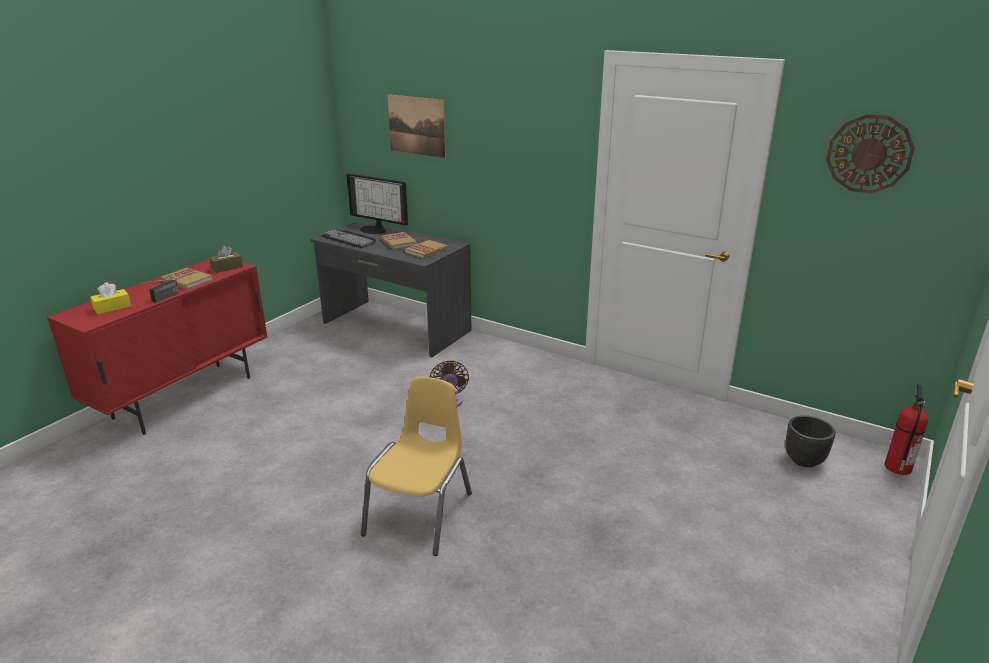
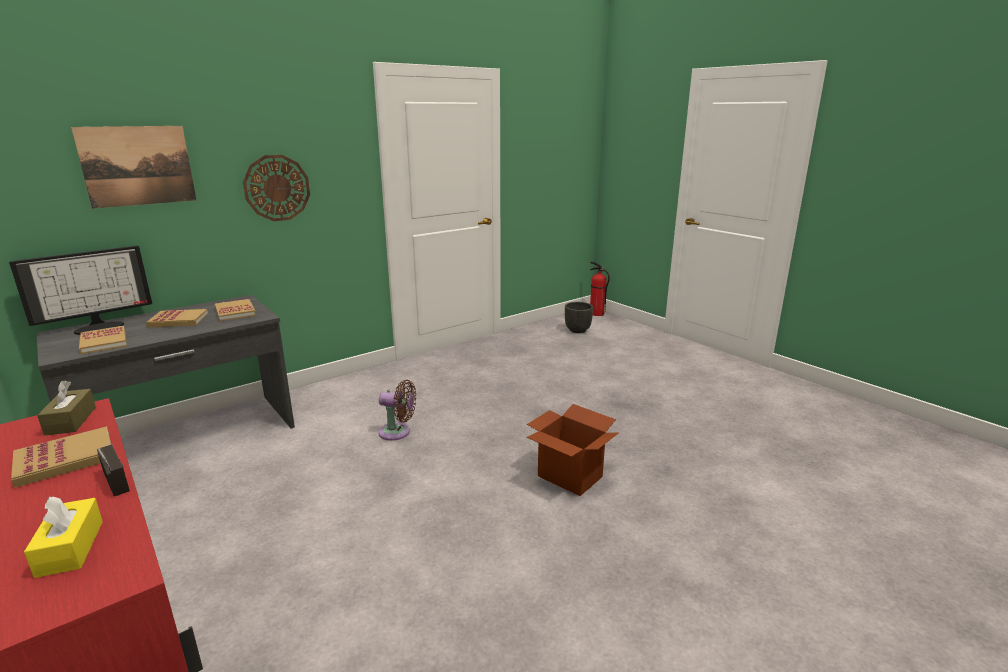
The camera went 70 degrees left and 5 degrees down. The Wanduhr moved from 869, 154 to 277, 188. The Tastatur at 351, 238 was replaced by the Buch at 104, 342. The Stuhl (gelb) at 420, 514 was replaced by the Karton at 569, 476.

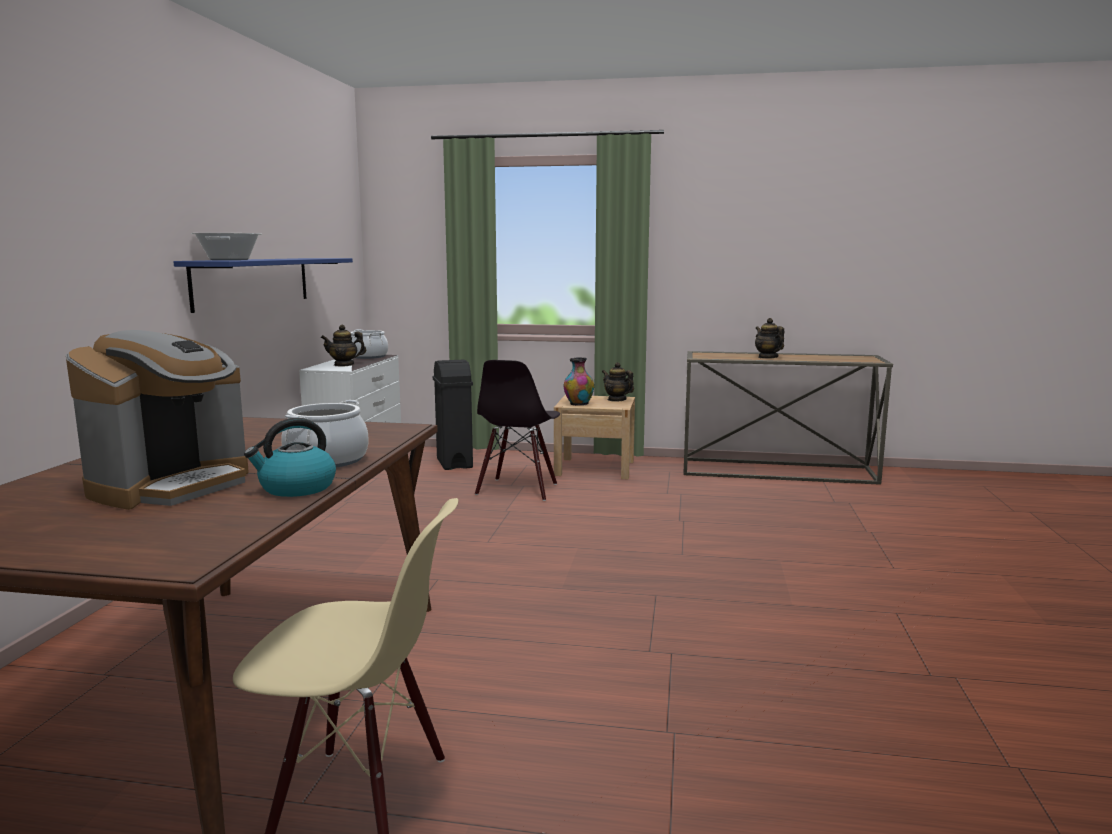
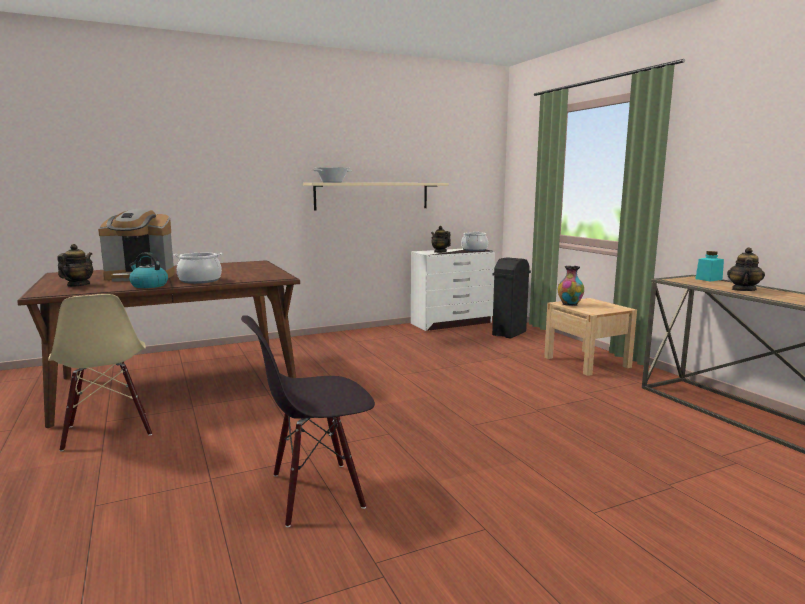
The camera went 55 degrees right and 0 degrees up. The Wandregal (blau) at 253, 282 became the Wandregal (beige) at 372, 196. The Stuhl (schwarz) moved from 518, 489 to 316, 492. The Teekanne moved from 617, 400 to 78, 285. The Vorratsglas (türkis) at 708, 279 appeared.

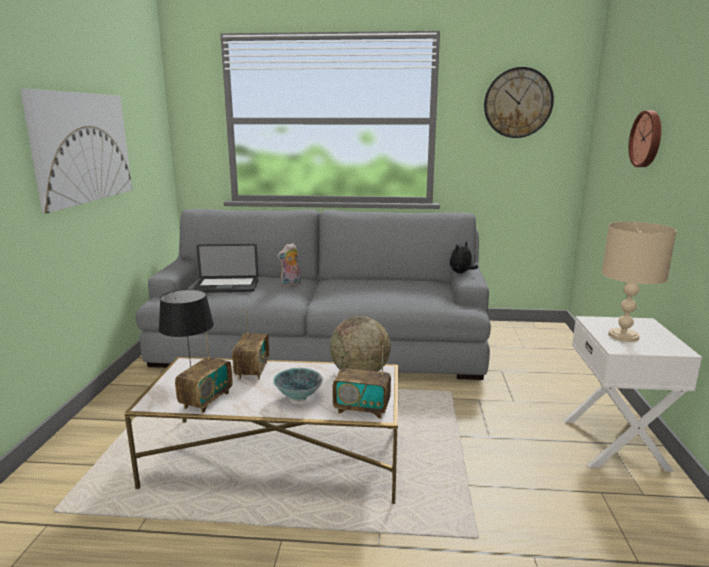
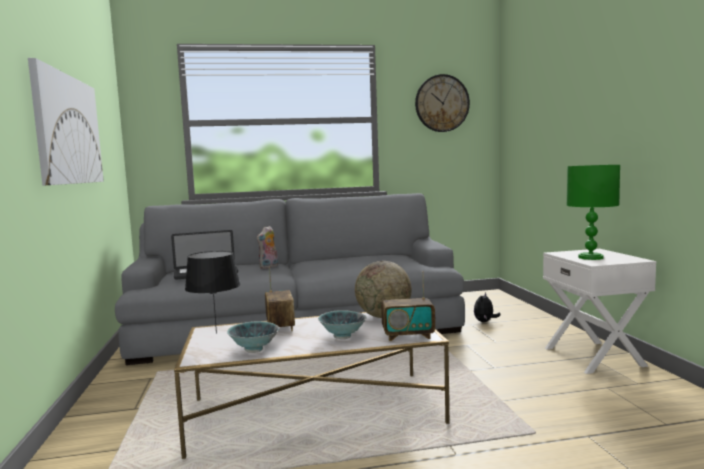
The camera went 15 degrees left and 10 degrees down. The Wanduhr at 647, 139 disappeared. The Tischlampe (beige) at 624, 336 became the Tischlampe (grün) at 591, 257. The Plüschtier moved from 461, 273 to 485, 322. The Radio at 206, 400 was replaced by the Schüssel at 254, 349.

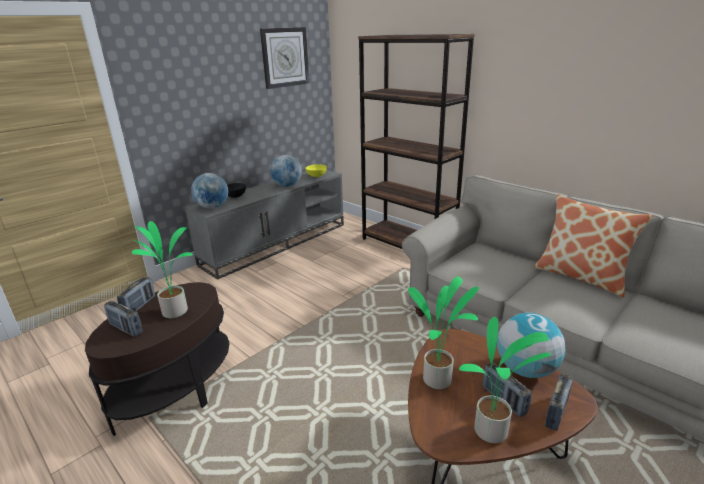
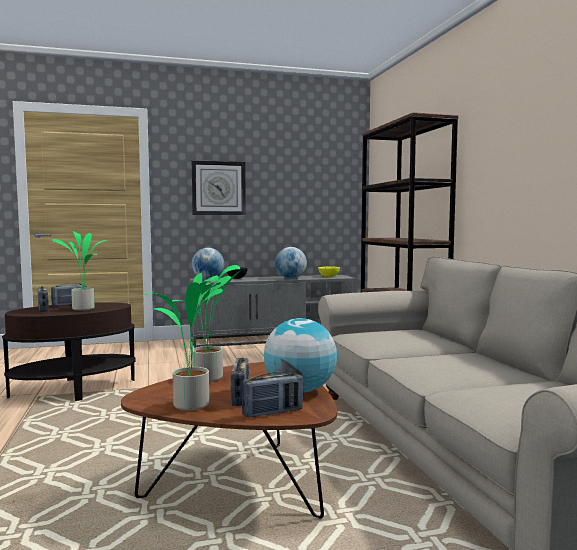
The camera went 30 degrees right and 20 degrees down. The Wanduhr moved from 285, 57 to 218, 188. The Kissen at 581, 276 disappeared.

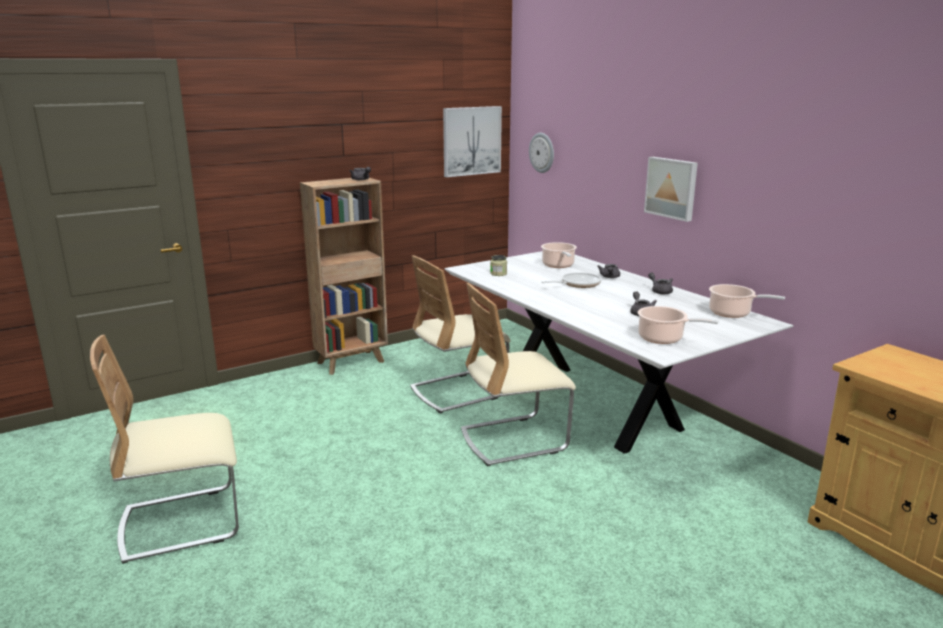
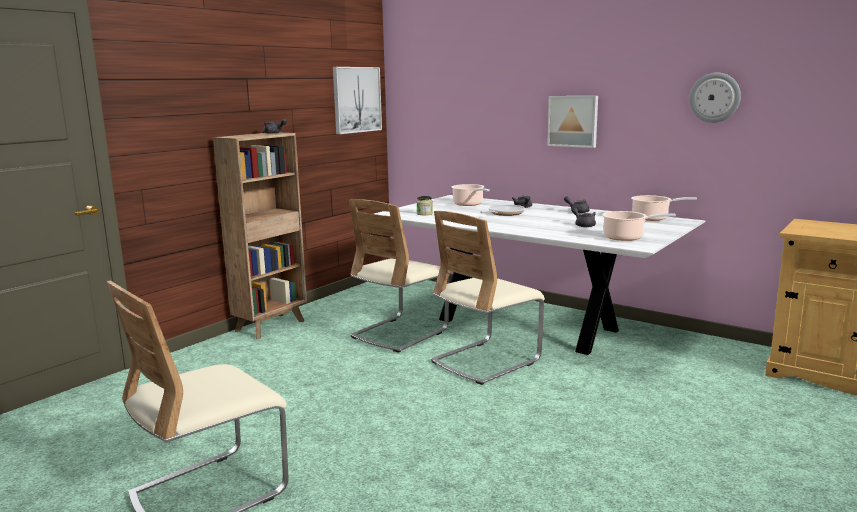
The camera went 20 degrees left and 5 degrees down. The Wanduhr moved from 542, 152 to 715, 97.

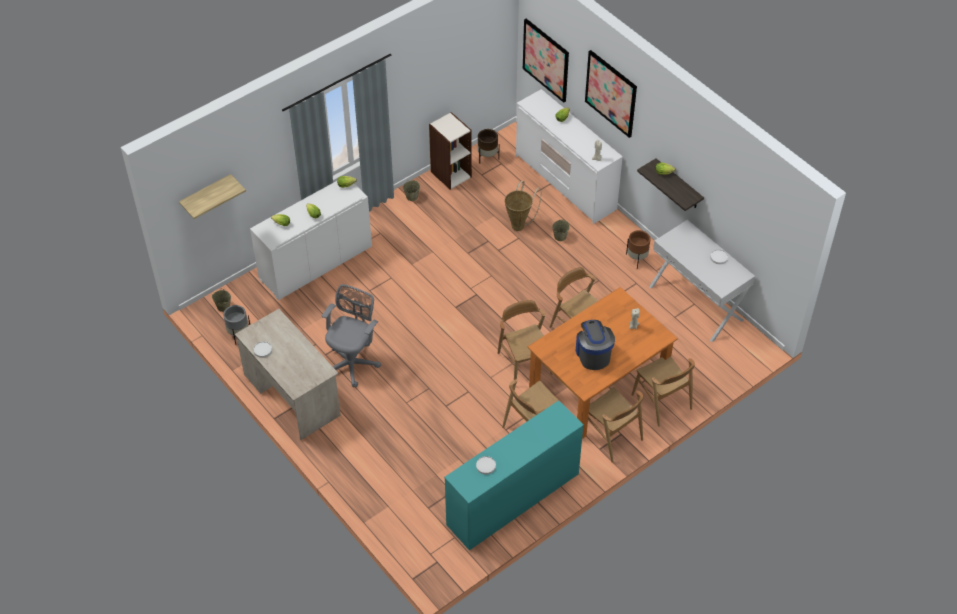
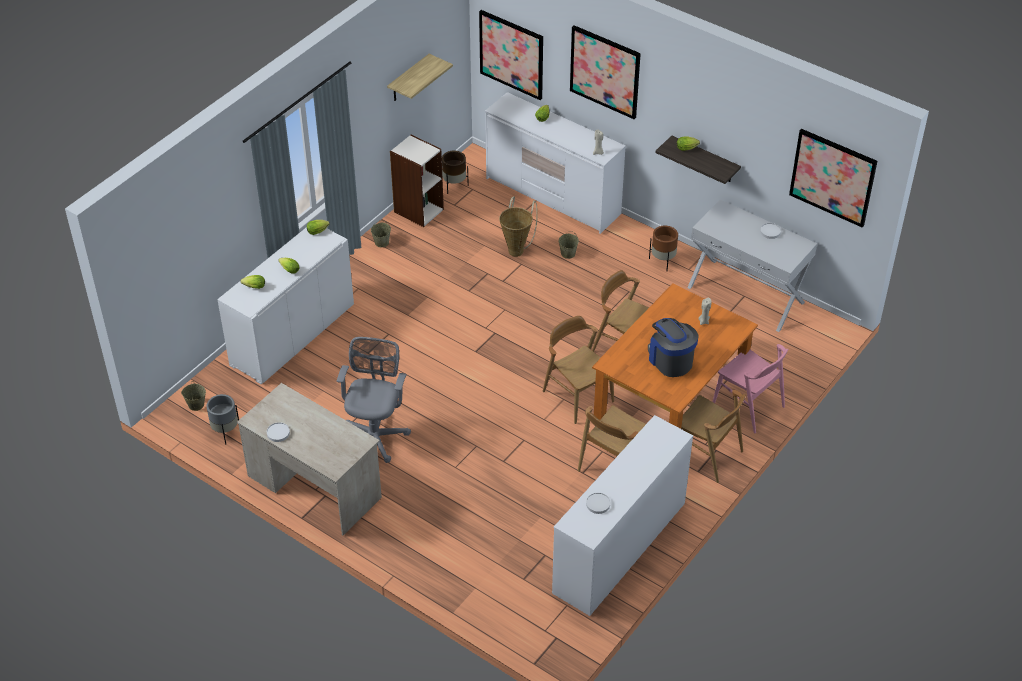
The camera went 15 degrees left and 5 degrees down. The Wandregal moved from 206, 195 to 408, 79. The Stuhl (braun) at 661, 402 became the Stuhl (rosa) at 748, 406. The Kommode (türkis) at 512, 499 became the Kommode (weiß) at 619, 548. The Bild at 833, 177 appeared.

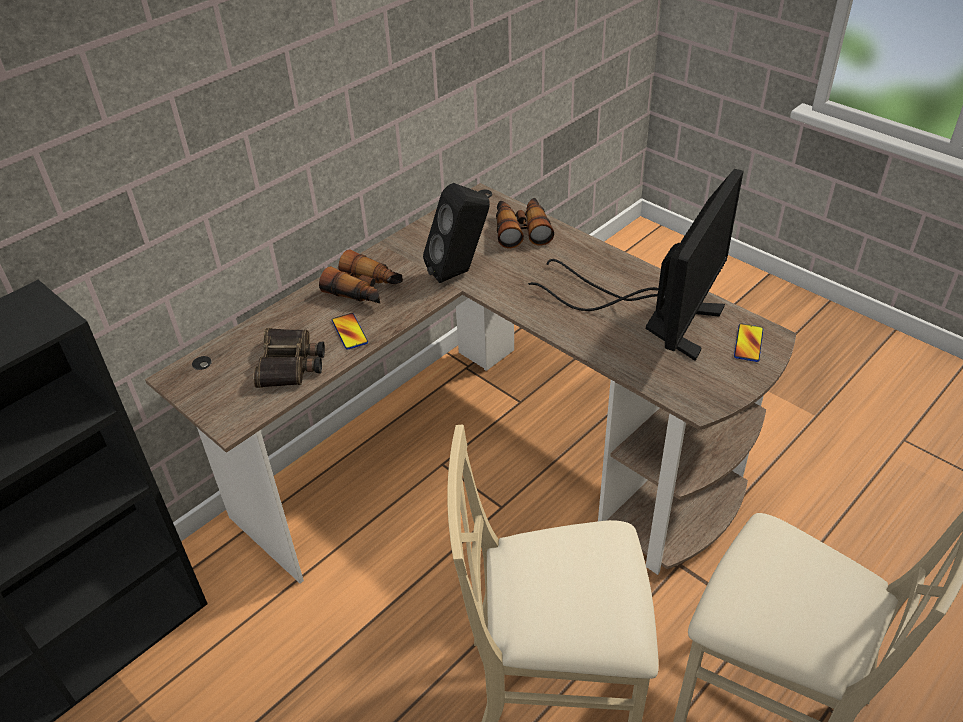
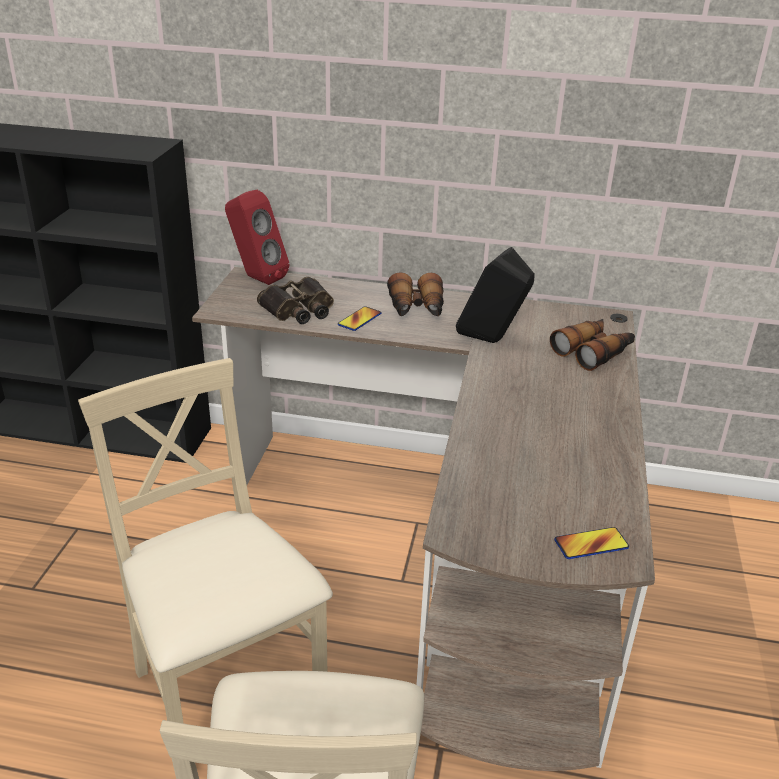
The camera went 55 degrees right and 10 degrees down. The Monitor at 656, 316 disappeared. The Lautsprecher (rot) at 256, 278 appeared.

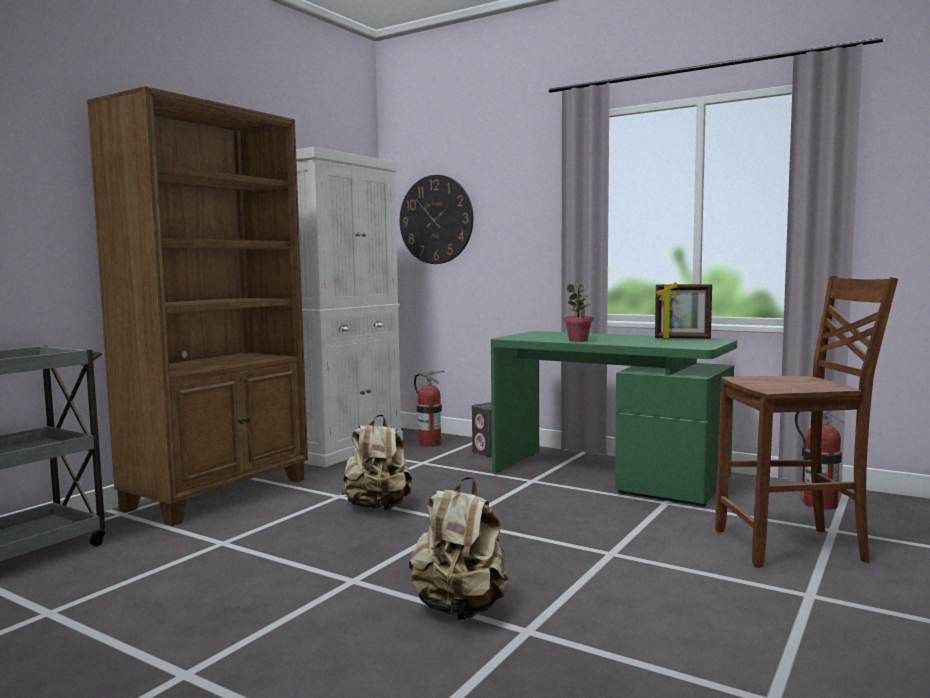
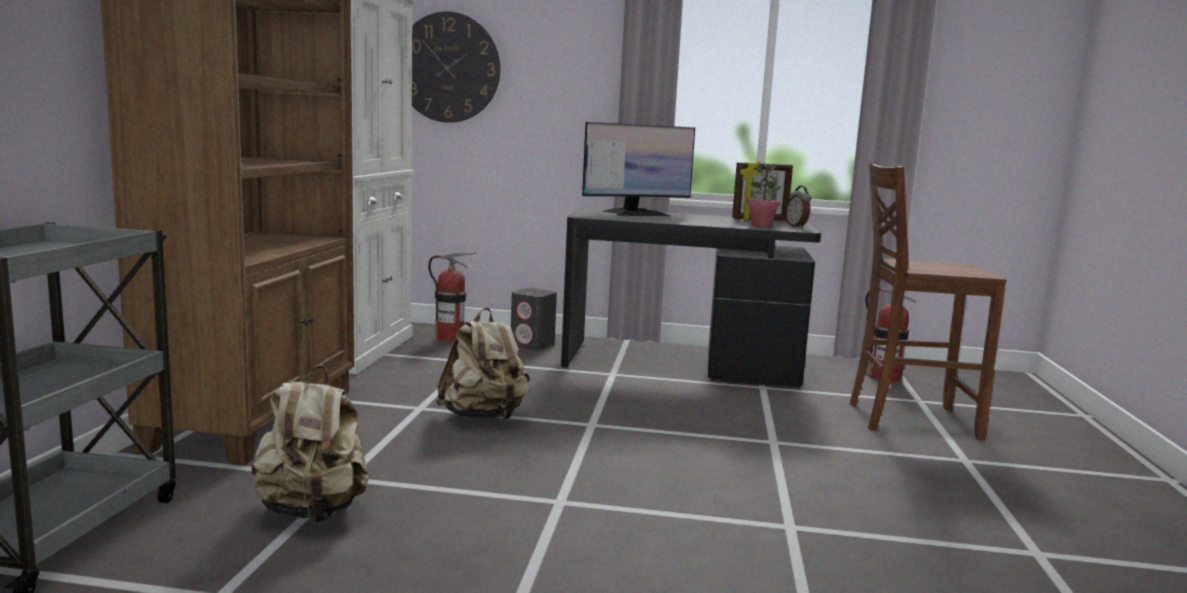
The camera went 25 degrees left and 5 degrees up. The Stuhl (braun) at 793, 547 turned 150 degrees counterclockwise. The Topfpflanze moved from 578, 340 to 761, 226. The Schreibtisch (grün) at 610, 477 became the Schreibtisch (schwarz) at 682, 365. The Rucksack (beige) moved from 461, 609 to 313, 512. The Monitor at 635, 213 appeared. The Wecker at 797, 226 appeared.

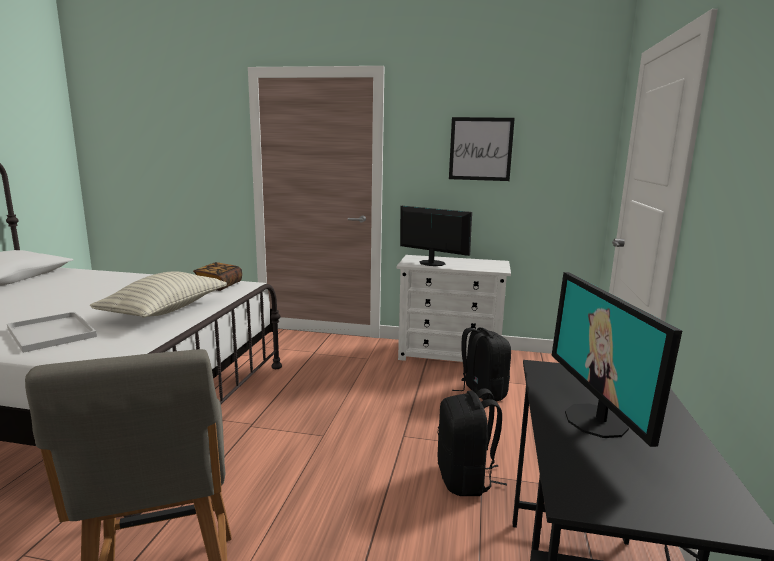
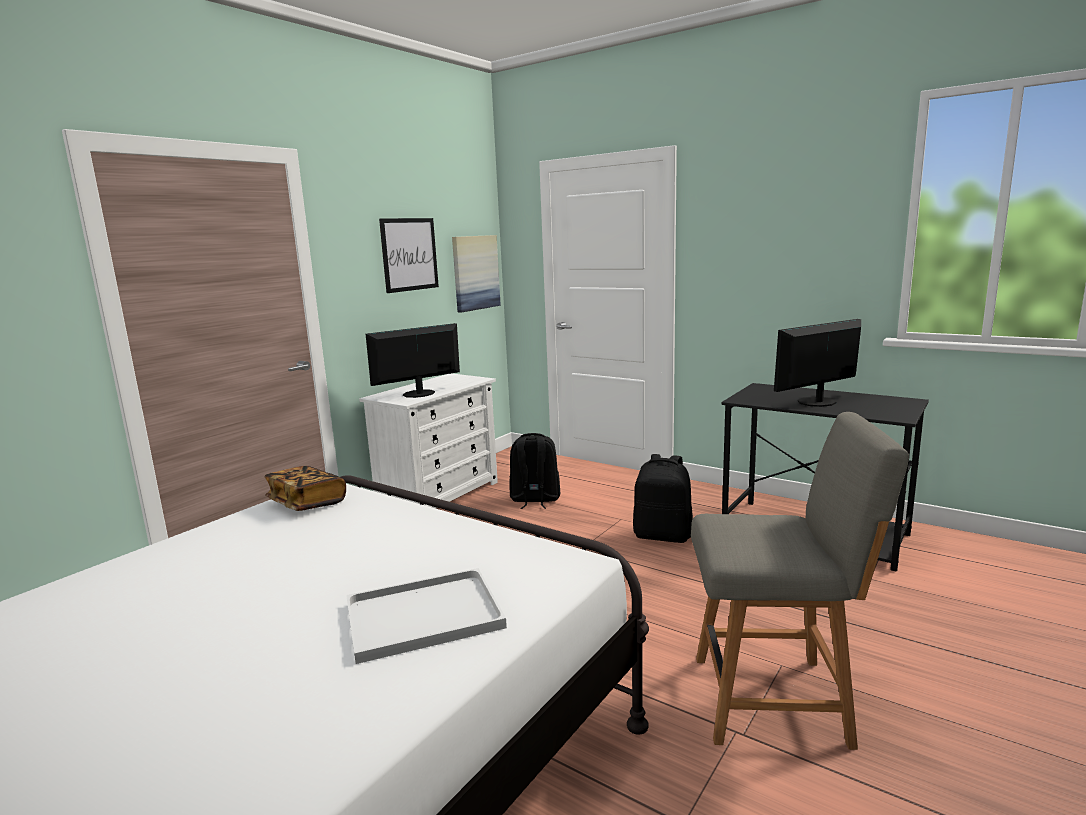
The camera went 65 degrees left and 0 degrees up. The Kissen at 165, 310 disappeared. The Monitor at 597, 420 turned 135 degrees clockwise. The Bild at 475, 272 appeared.

